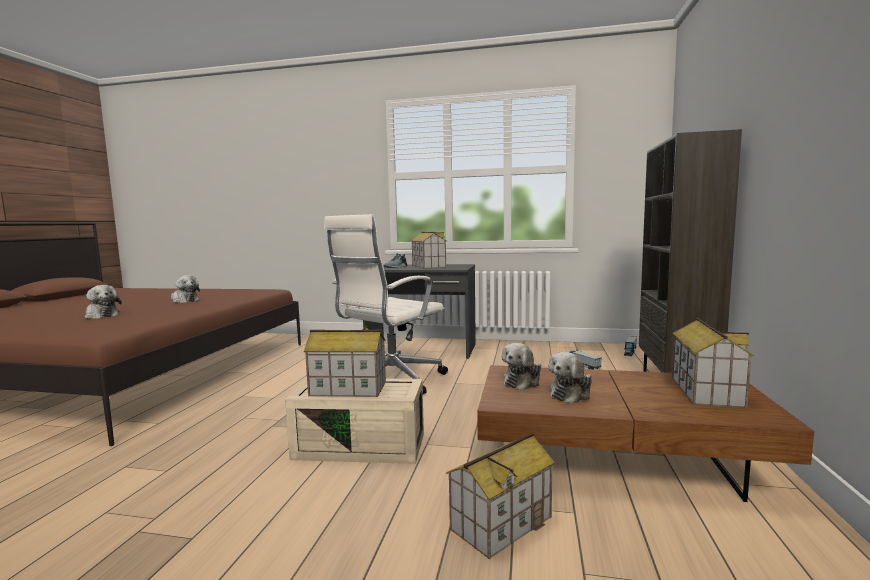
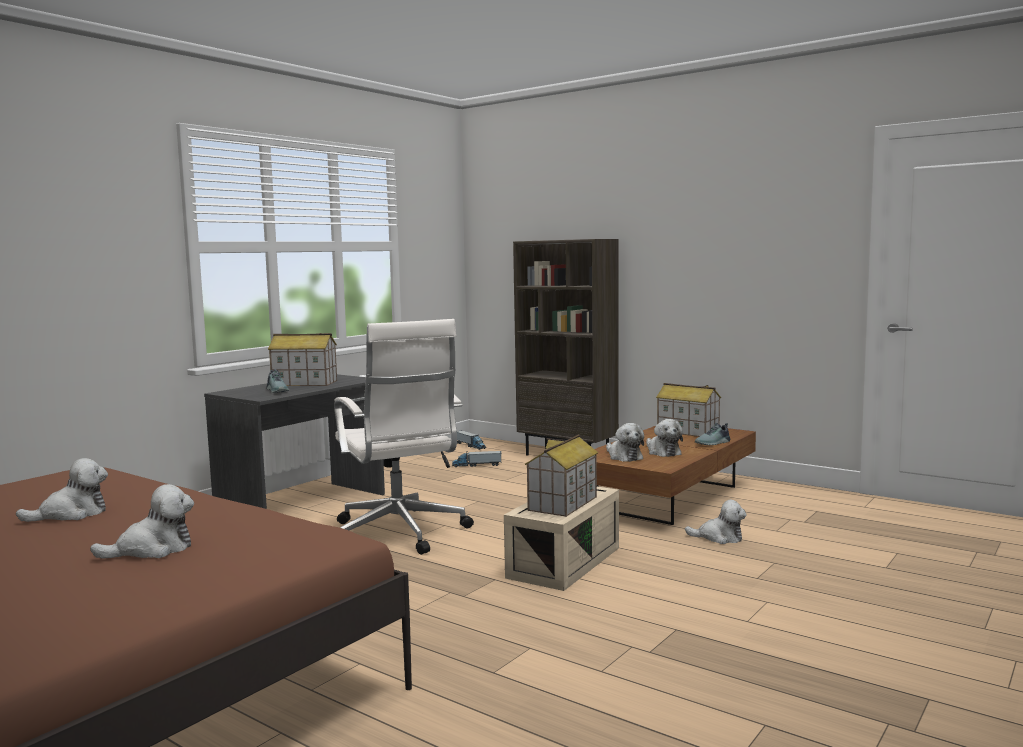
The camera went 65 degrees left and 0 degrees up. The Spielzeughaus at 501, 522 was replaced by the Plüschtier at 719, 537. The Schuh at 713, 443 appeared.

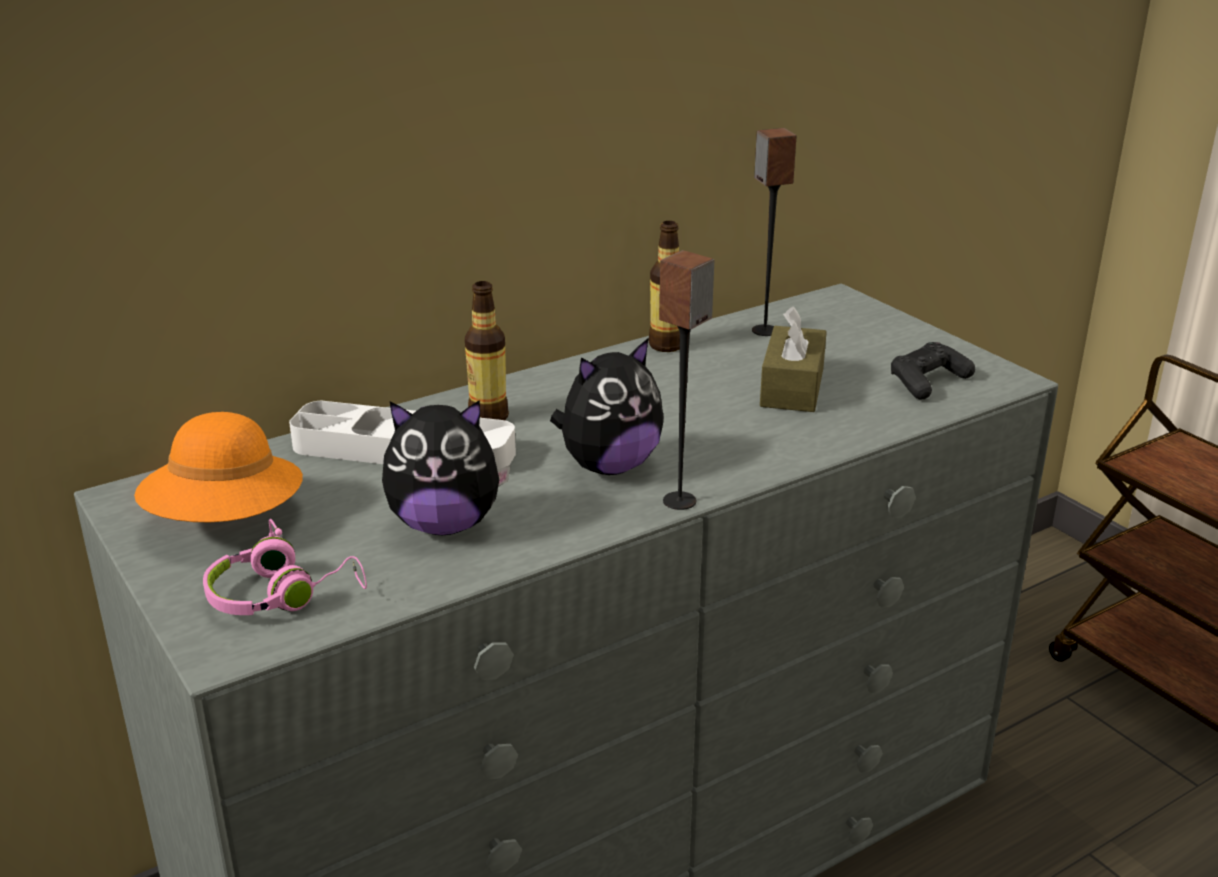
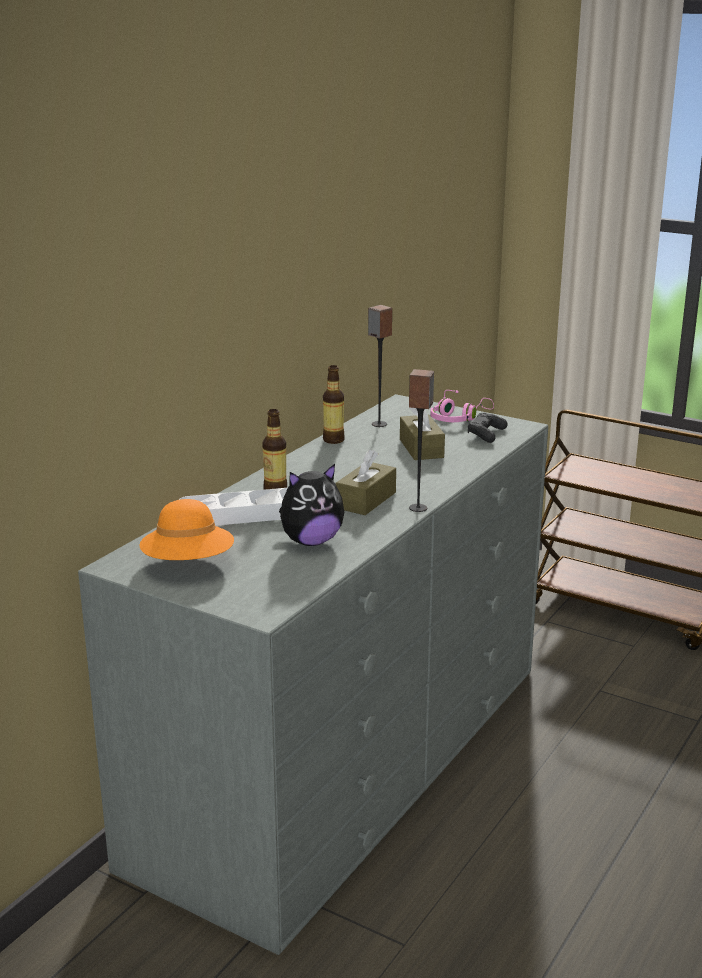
The camera went 25 degrees left and 5 degrees down. The Plüschtier at 609, 466 was replaced by the Taschentuchbox (braun) at 366, 500. The Kopfhörer (rosa) moved from 282, 595 to 458, 419.

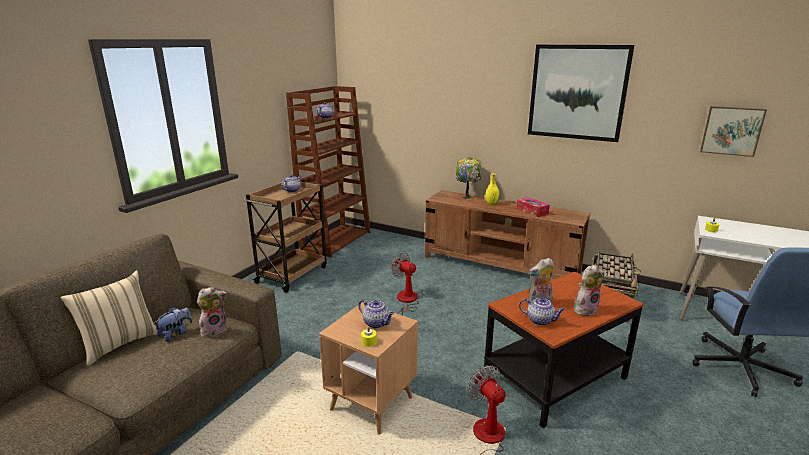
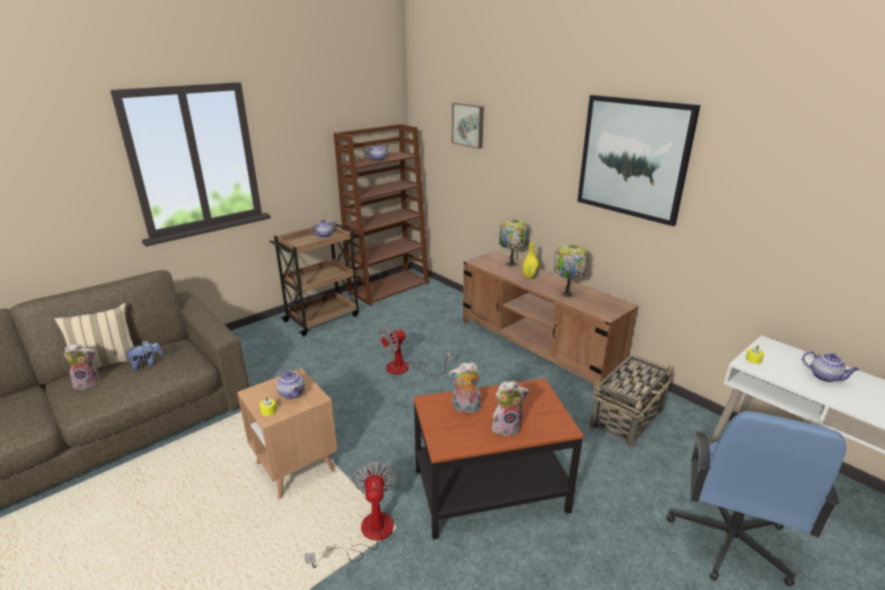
The camera went 20 degrees right and 5 degrees up. The Bild moved from 731, 130 to 468, 125. The Taschentuchbox at 532, 211 was replaced by the Tischlampe at 567, 293. The Ventilator at 406, 301 turned 105 degrees counterclockwise. The Plüschtier moved from 215, 330 to 89, 383. The Teekanne moved from 540, 320 to 825, 377.

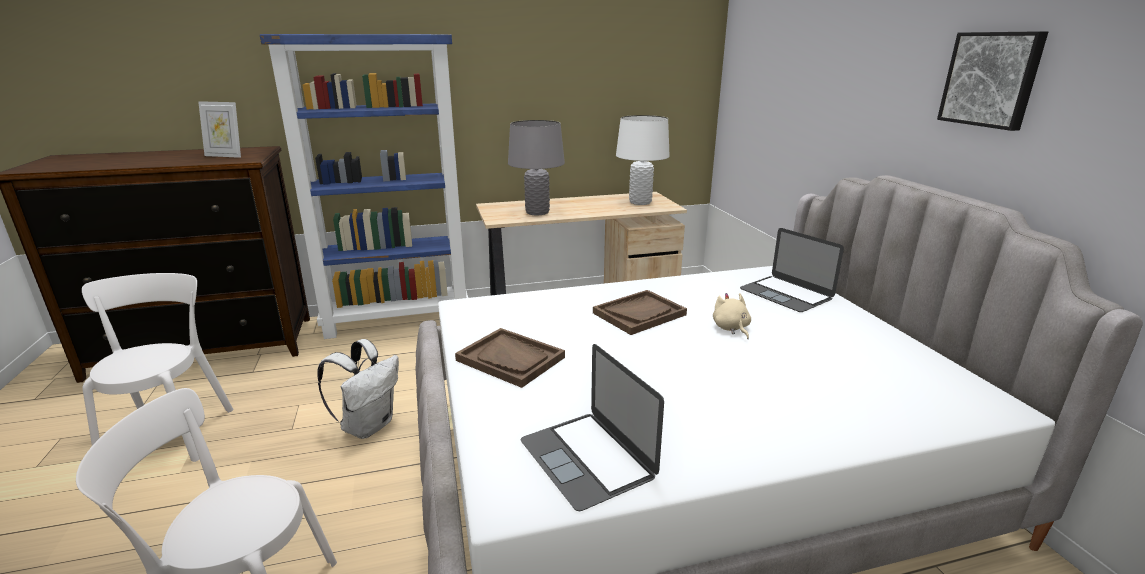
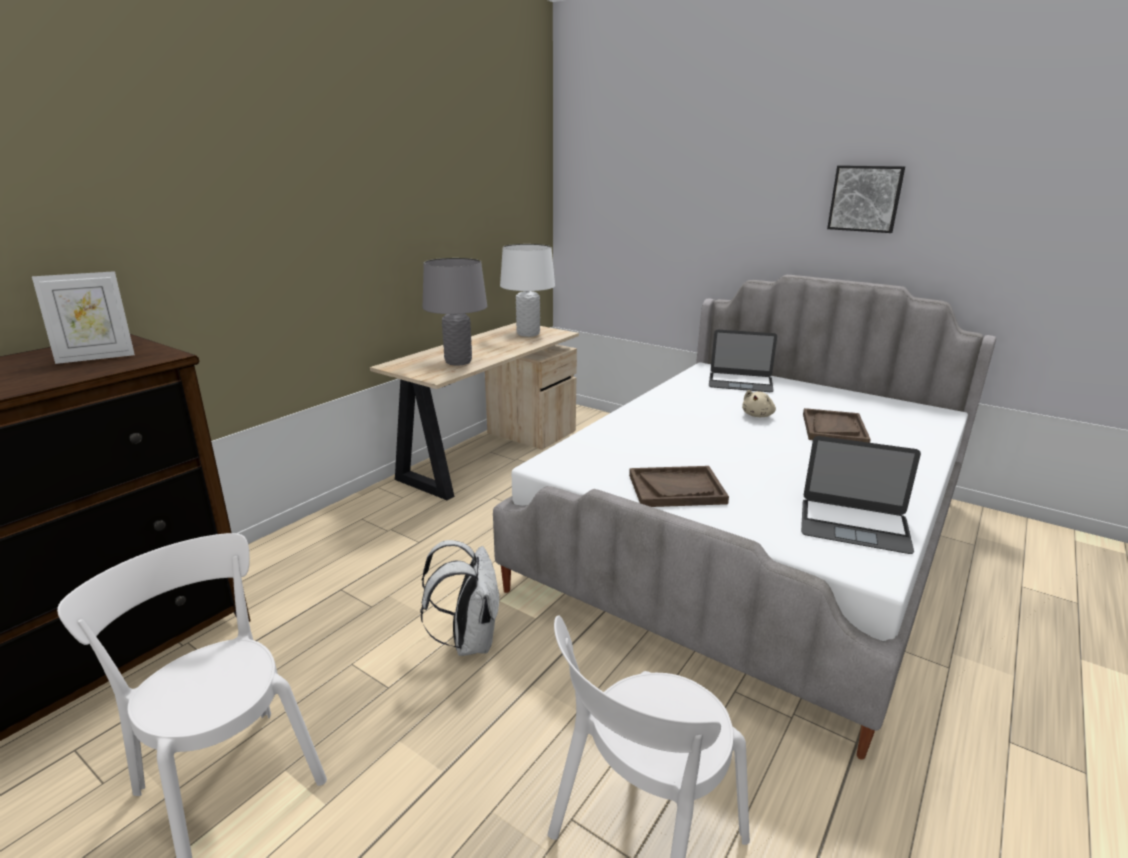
The camera went 40 degrees left and 0 degrees up. The Bücherregal (blau) at 399, 320 disappeared. The Tablett (braun) moved from 639, 314 to 833, 429. The Plüschtier (beige) at 731, 328 turned 90 degrees counterclockwise.

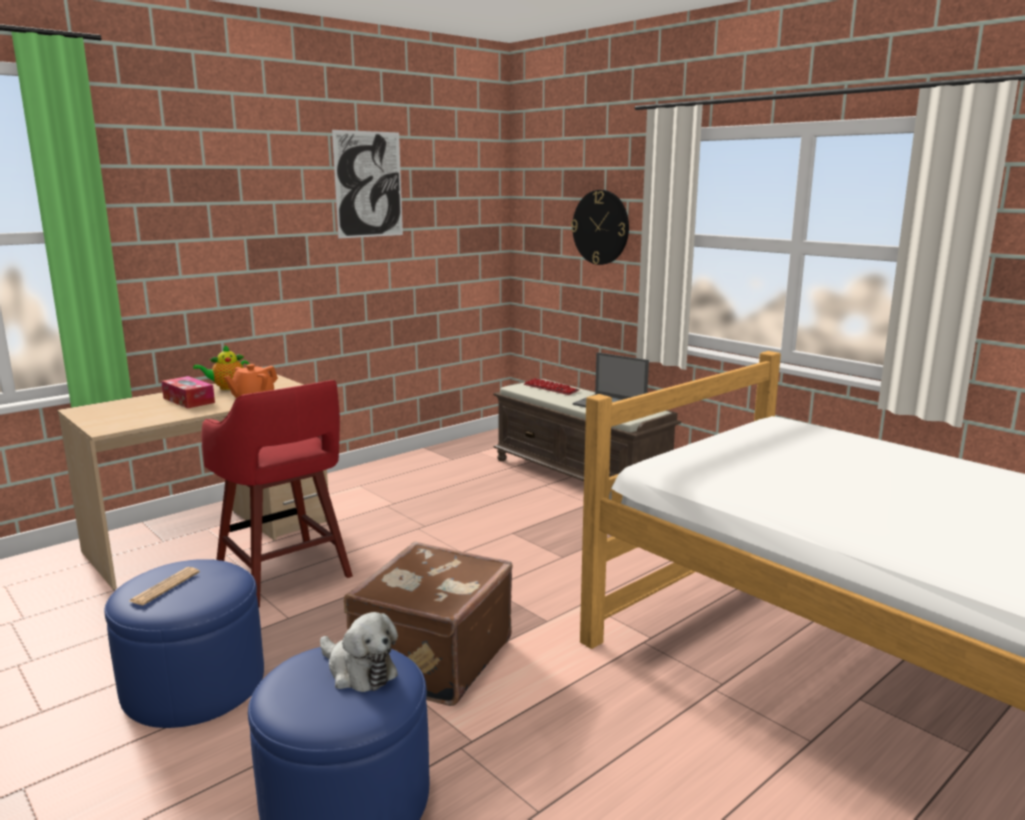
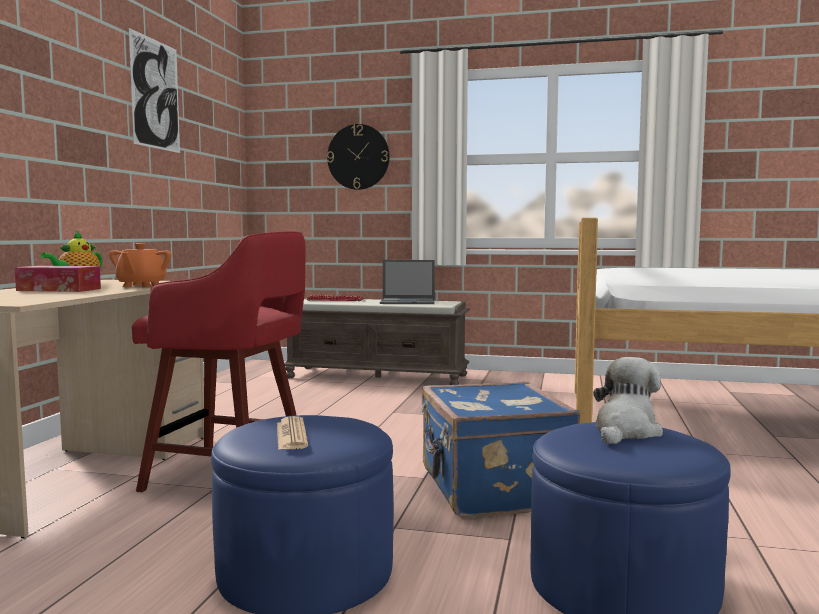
The camera went 35 degrees left and 10 degrees down. The Koffer (braun) at 430, 659 became the Koffer (blau) at 492, 490. The Plüschtier at 359, 671 turned 60 degrees counterclockwise.

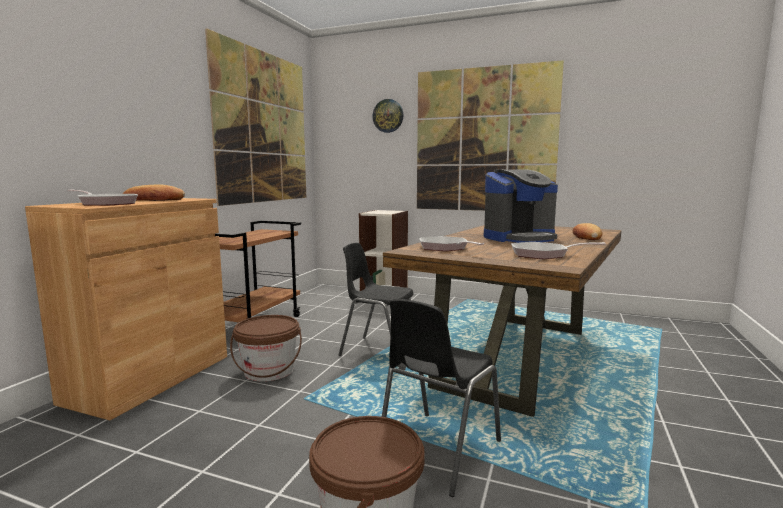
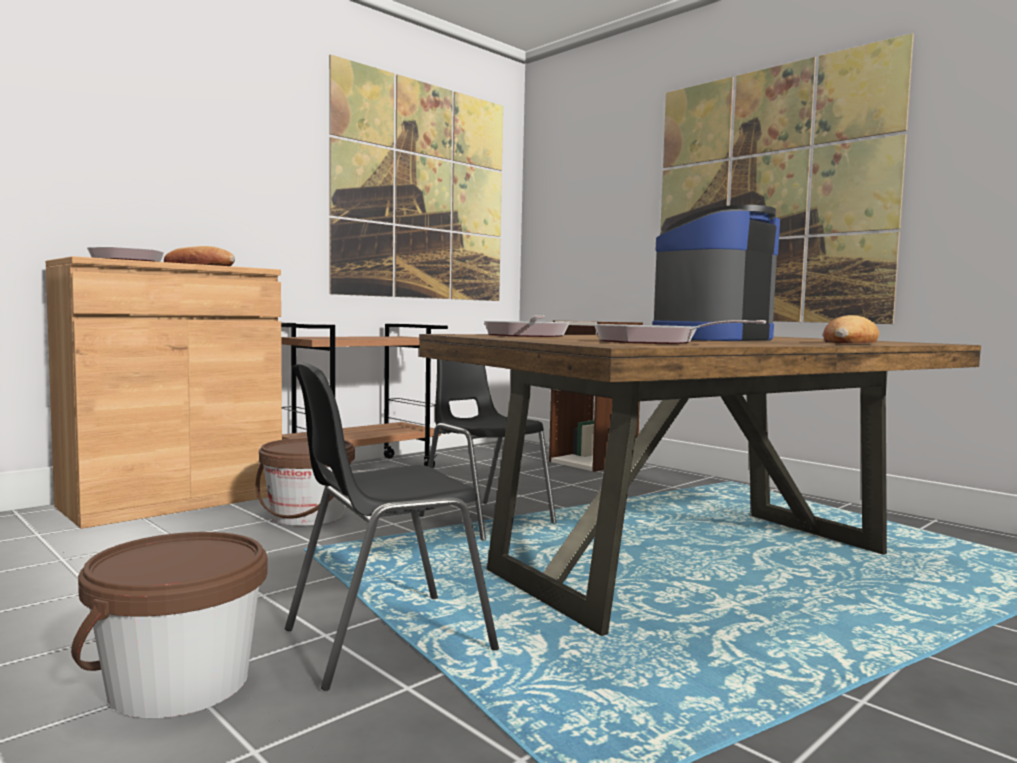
The camera went 25 degrees right and 5 degrees down. The Wanduhr at 388, 116 disappeared. The Kaffeemaschine at 519, 238 turned 135 degrees clockwise.

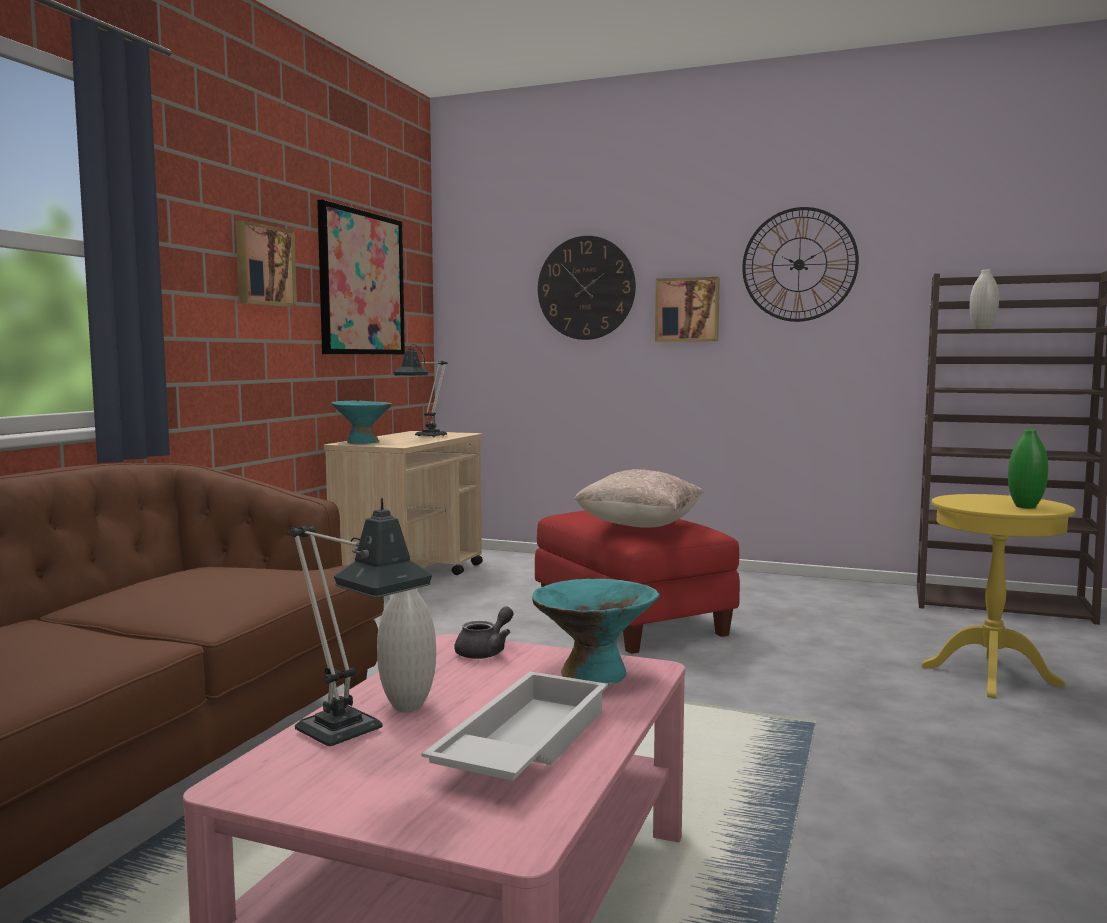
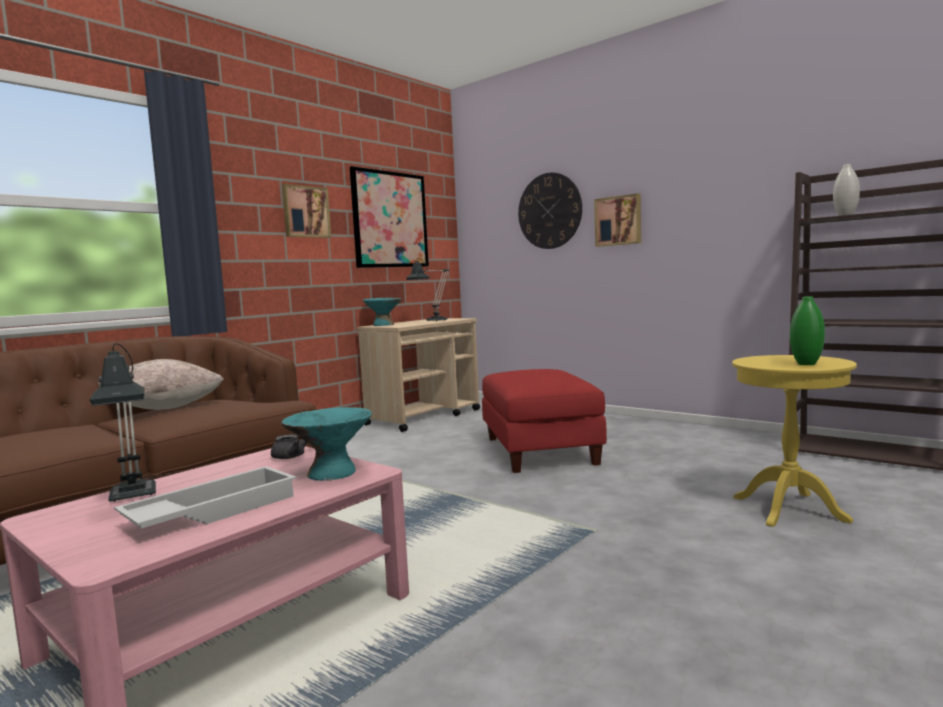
The camera went 20 degrees right and 0 degrees up. The Wanduhr at 799, 264 disappeared. The Kissen (beige) moved from 639, 526 to 162, 408. The Vase (weiß) at 407, 707 disappeared.

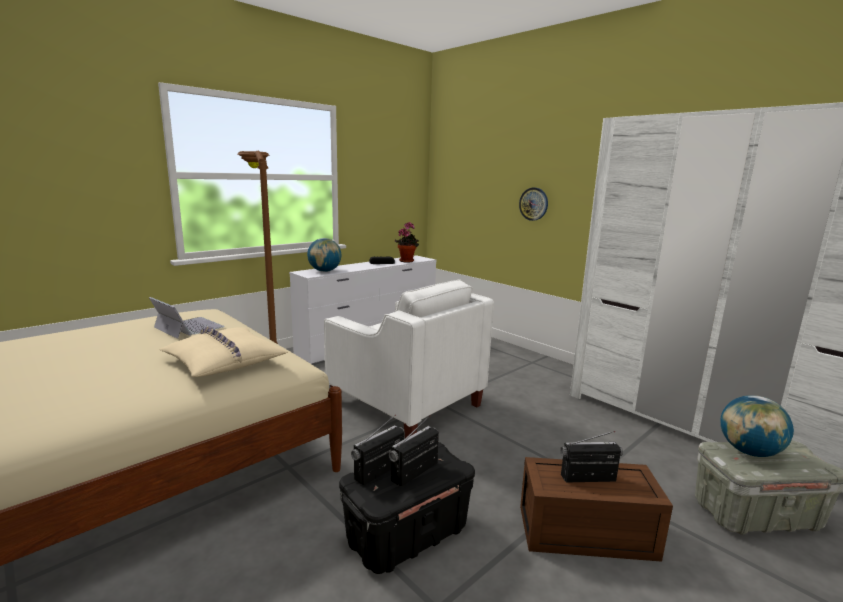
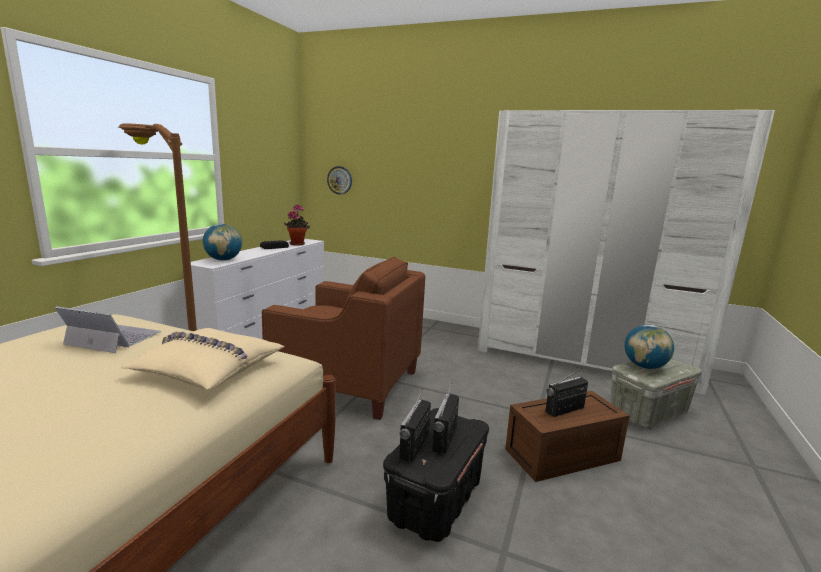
The camera went 25 degrees left and 0 degrees up. The Wanduhr moved from 533, 204 to 339, 180. The Sessel (weiß) at 405, 403 became the Sessel (braun) at 347, 383.

